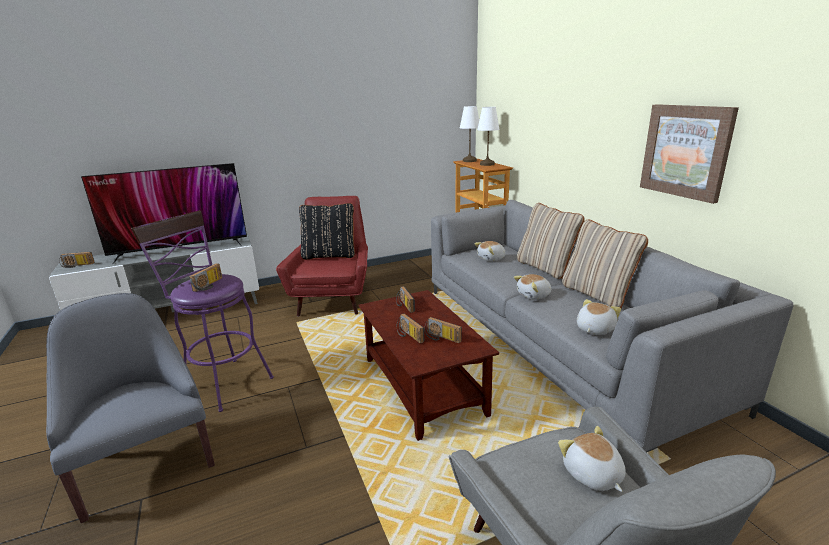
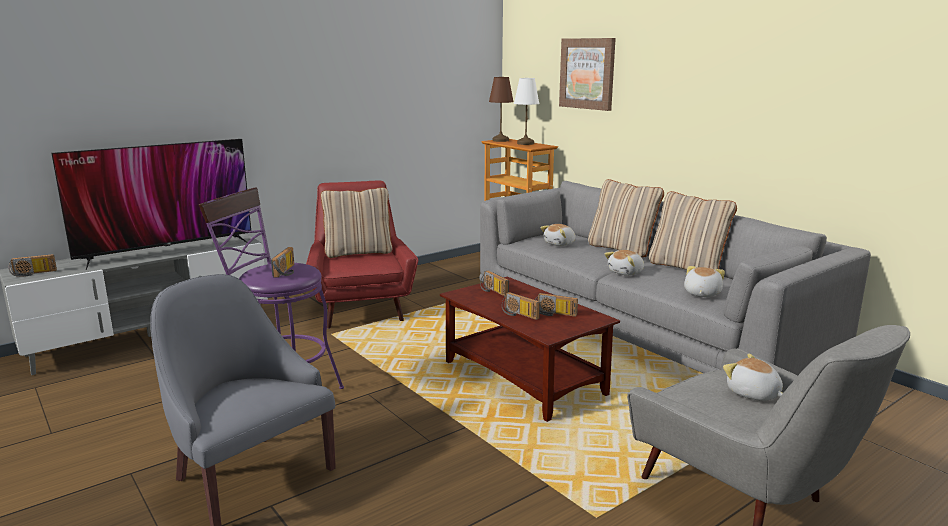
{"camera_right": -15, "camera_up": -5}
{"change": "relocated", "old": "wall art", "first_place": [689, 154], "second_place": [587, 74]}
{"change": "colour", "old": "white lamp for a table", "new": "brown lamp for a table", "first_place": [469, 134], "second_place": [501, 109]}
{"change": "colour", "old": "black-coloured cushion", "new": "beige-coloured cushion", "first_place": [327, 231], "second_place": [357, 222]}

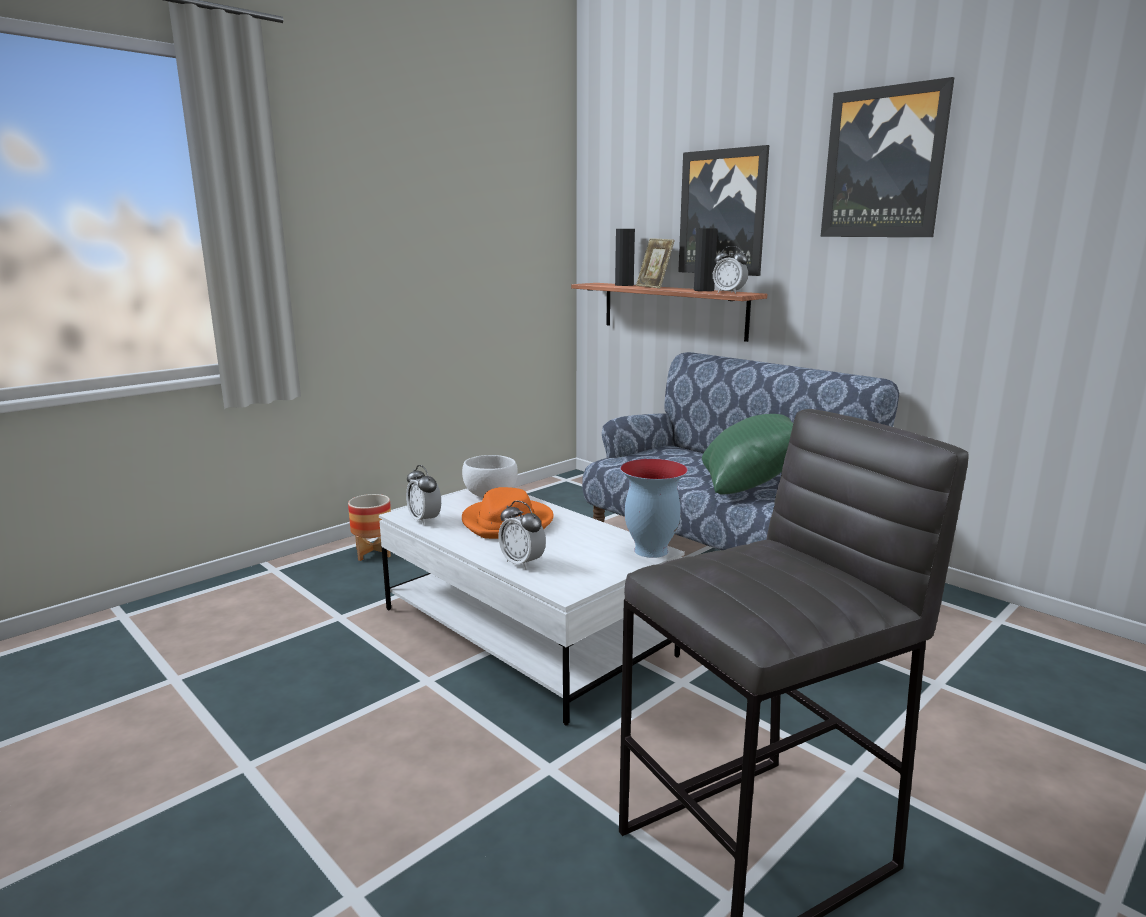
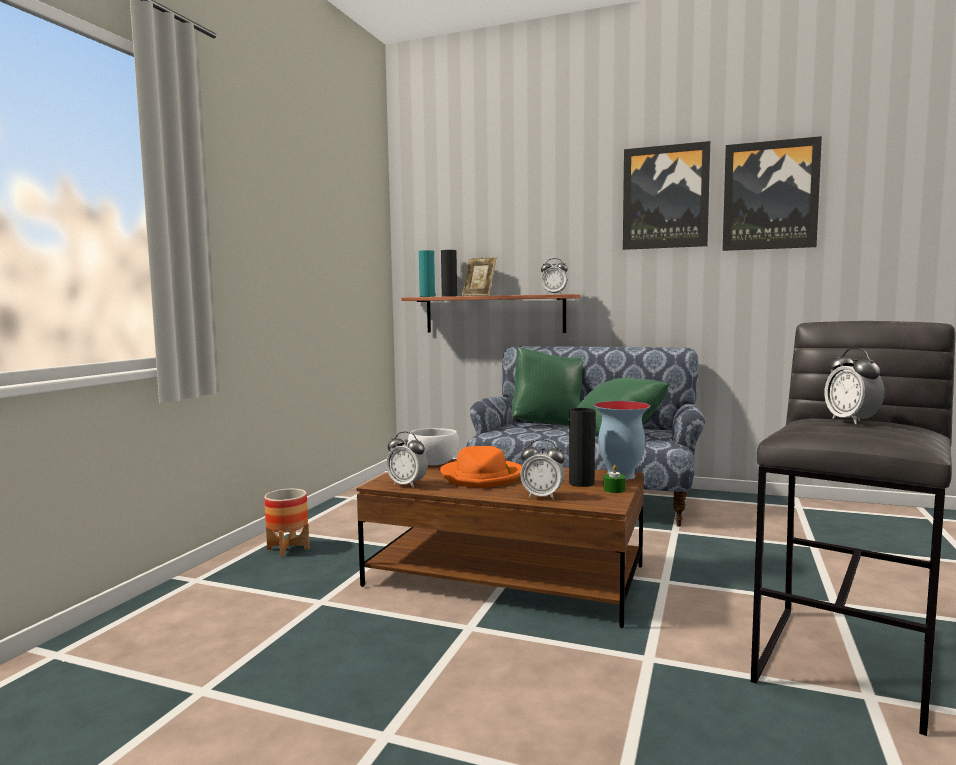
{"camera_right": -25, "camera_up": -10}
{"change": "relocated", "old": "wall art", "first_place": [723, 210], "second_place": [772, 193]}
{"change": "relocated", "old": "black-coloured vase", "first_place": [706, 259], "second_place": [582, 447]}
{"change": "colour", "old": "white coffee table", "new": "brown coffee table", "first_place": [532, 608], "second_place": [500, 543]}
{"change": "appeared", "new": "blue-green vase", "second_place": [427, 273]}
{"change": "appeared", "new": "green cushion", "second_place": [547, 385]}
{"change": "appeared", "new": "alarm clock", "second_place": [854, 386]}
{"change": "appeared", "new": "green wax candle", "second_place": [614, 479]}

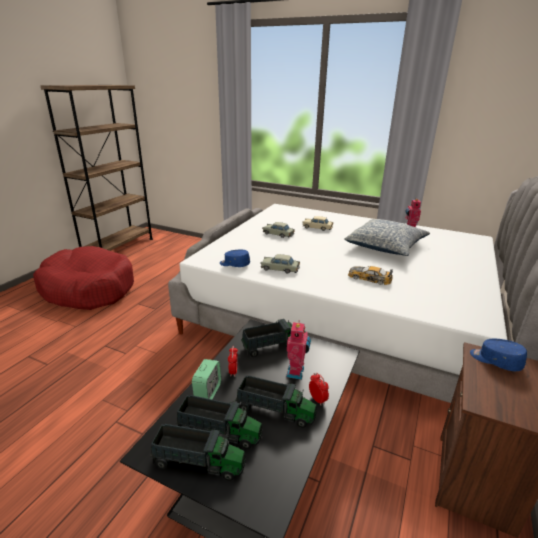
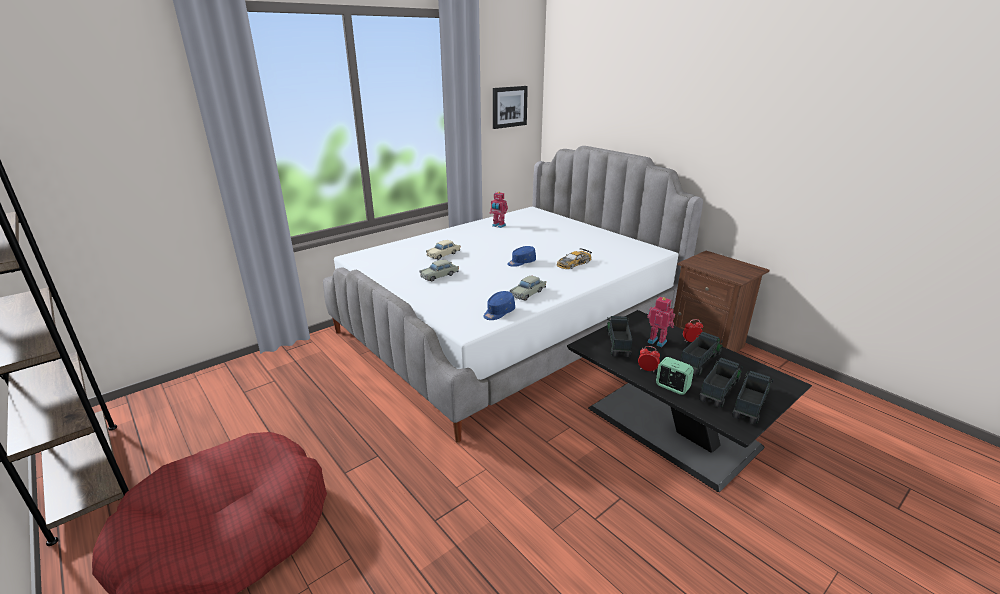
{"camera_right": -65, "camera_up": 0}
{"change": "missing", "old": "cushion", "first_place": [387, 237]}
{"change": "relocated", "old": "blue peaked cap", "first_place": [498, 355], "second_place": [521, 256]}
{"change": "appeared", "new": "wall art", "second_place": [510, 107]}

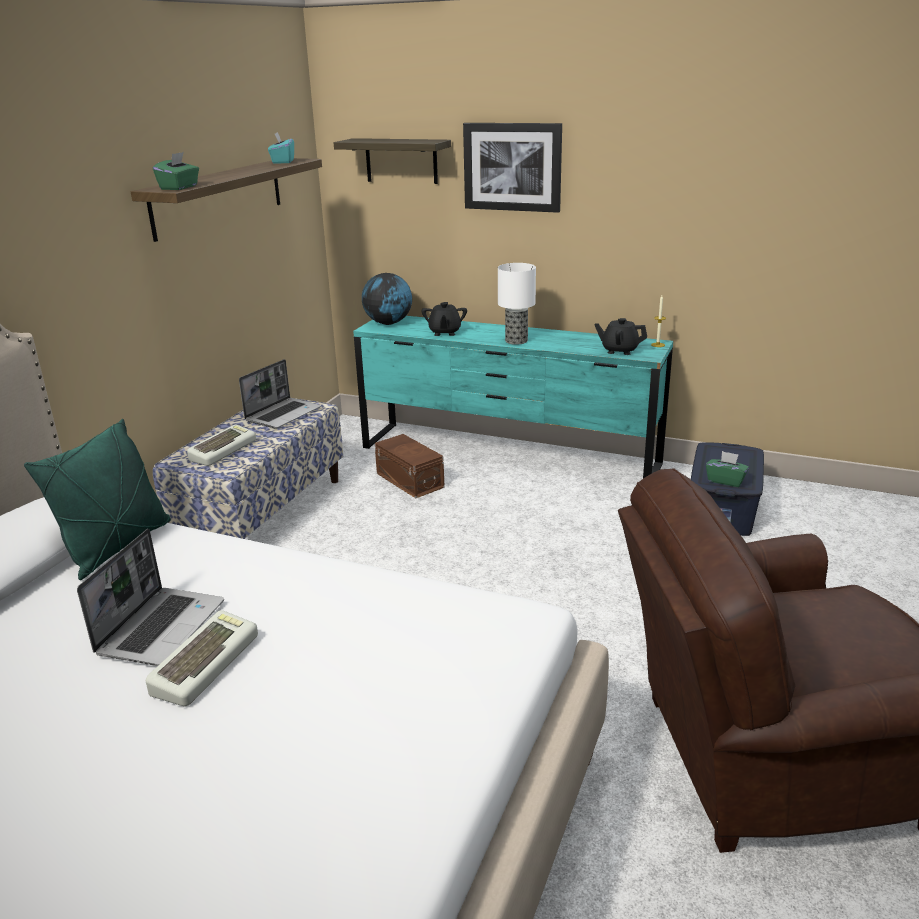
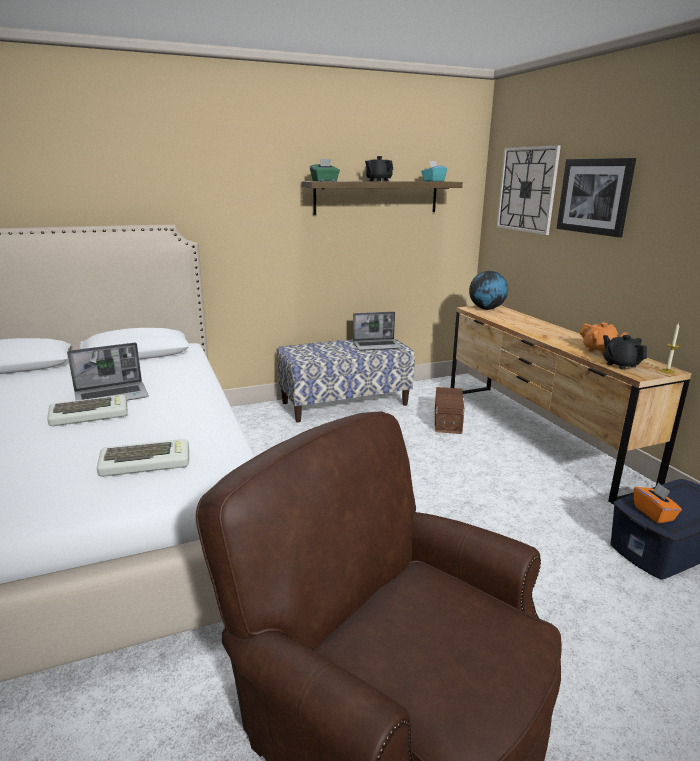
{"camera_right": 45, "camera_up": -5}
{"change": "exchanged", "old": "shelf", "new": "wall clock", "first_place": [392, 161], "second_place": [528, 190]}
{"change": "missing", "old": "lamp for a table", "first_place": [517, 304]}
{"change": "relocated", "old": "black-coloured tea pot", "first_place": [444, 319], "second_place": [379, 168]}
{"change": "colour", "old": "blue-green drawer chest", "new": "brown drawer chest", "first_place": [513, 397], "second_place": [571, 405]}
{"change": "missing", "old": "green cushion", "first_place": [97, 499]}
{"change": "relocated", "old": "PC keyboard", "first_place": [221, 445], "second_place": [143, 458]}
{"change": "colour", "old": "green tissue holder", "new": "orangey tissue holder", "first_place": [727, 469], "second_place": [658, 503]}
{"change": "appeared", "new": "orangey tea pot", "second_place": [603, 338]}

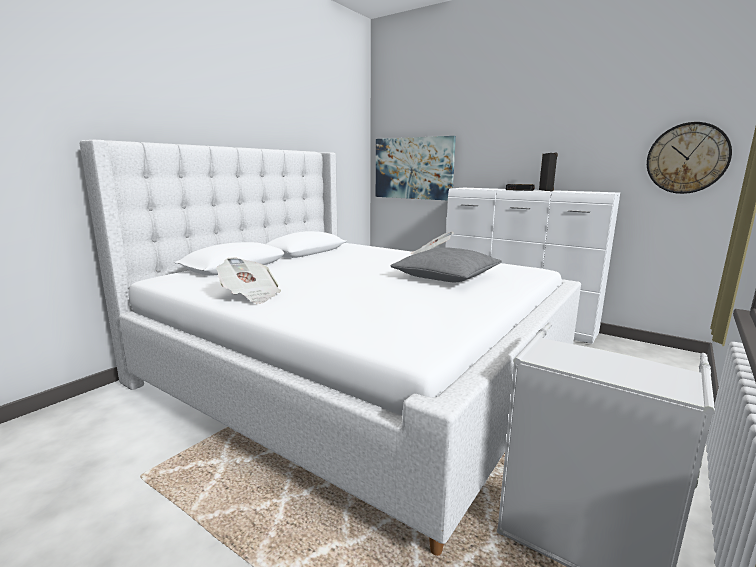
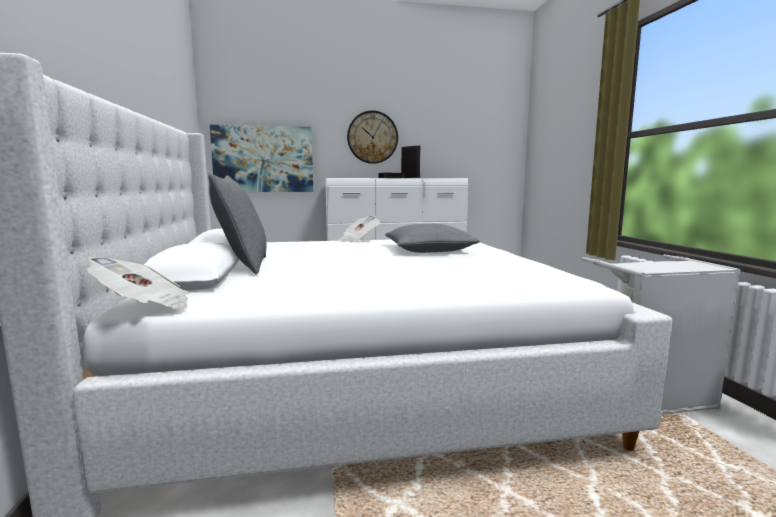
{"camera_right": -45, "camera_up": -5}
{"change": "relocated", "old": "wall clock", "first_place": [689, 158], "second_place": [372, 137]}
{"change": "relocated", "old": "daily paper", "first_place": [248, 280], "second_place": [138, 283]}
{"change": "appeared", "new": "gray cushion", "second_place": [237, 224]}

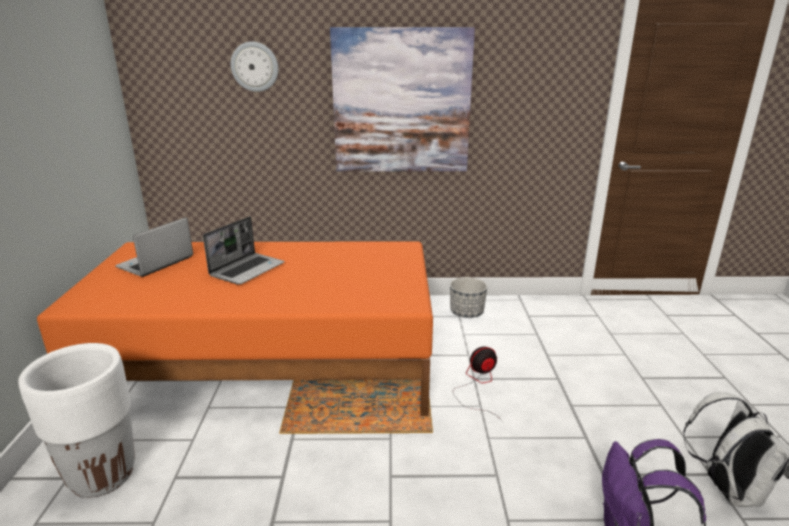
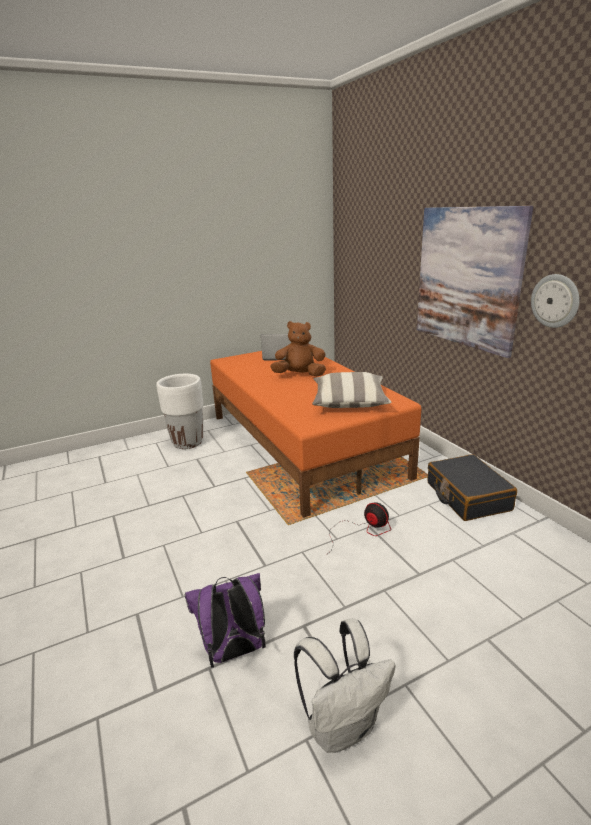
{"camera_right": 65, "camera_up": 0}
{"change": "relocated", "old": "wall clock", "first_place": [254, 67], "second_place": [555, 301]}
{"change": "exchanged", "old": "portable computer", "new": "brown cuddly toy", "first_place": [244, 251], "second_place": [298, 349]}
{"change": "exchanged", "old": "plant pot", "new": "black-coloured suitcase", "first_place": [469, 297], "second_place": [472, 487]}
{"change": "appeared", "new": "cushion", "second_place": [351, 390]}

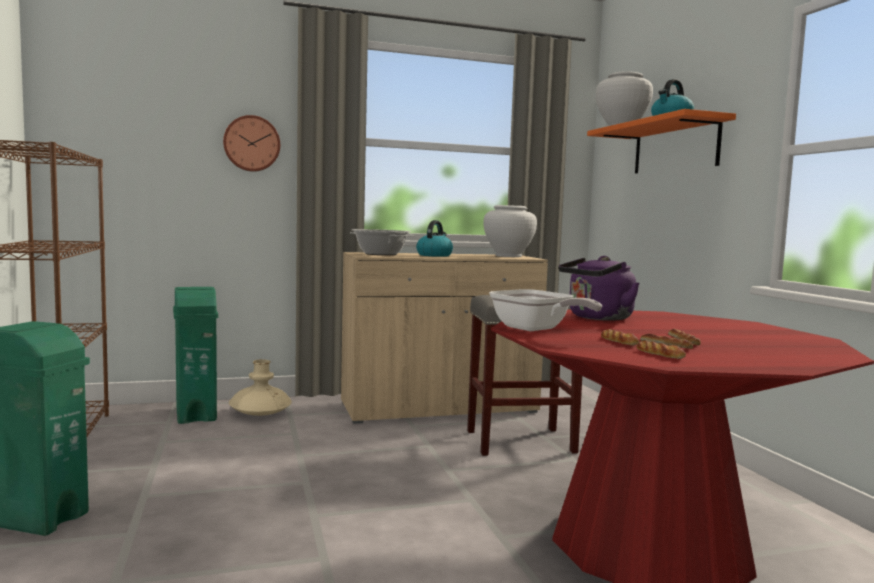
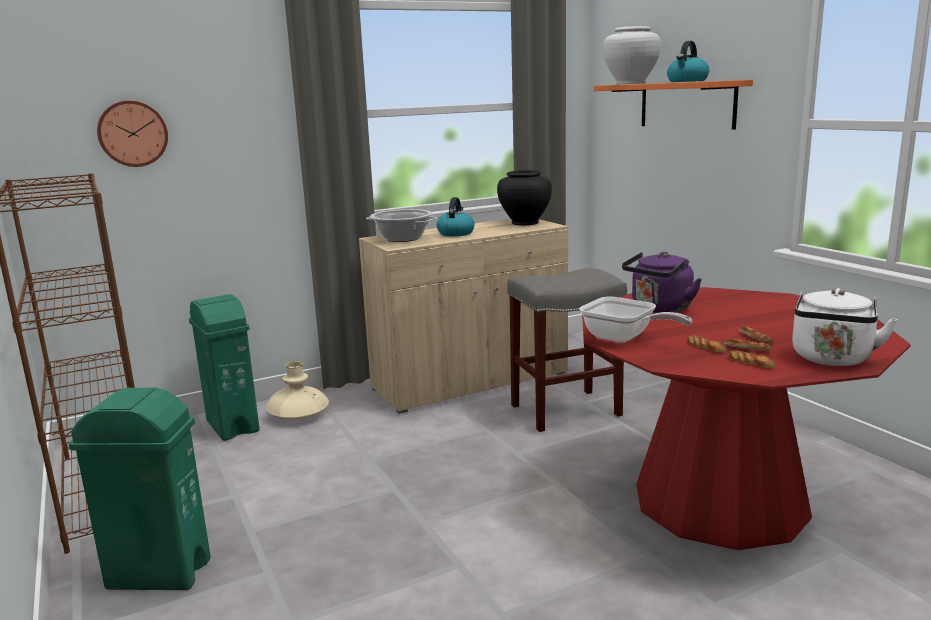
{"camera_right": -10, "camera_up": 10}
{"change": "relocated", "old": "wall clock", "first_place": [251, 143], "second_place": [132, 133]}
{"change": "colour", "old": "white vase", "new": "black-coloured vase", "first_place": [510, 231], "second_place": [524, 197]}
{"change": "appeared", "new": "white water kettle", "second_place": [845, 327]}

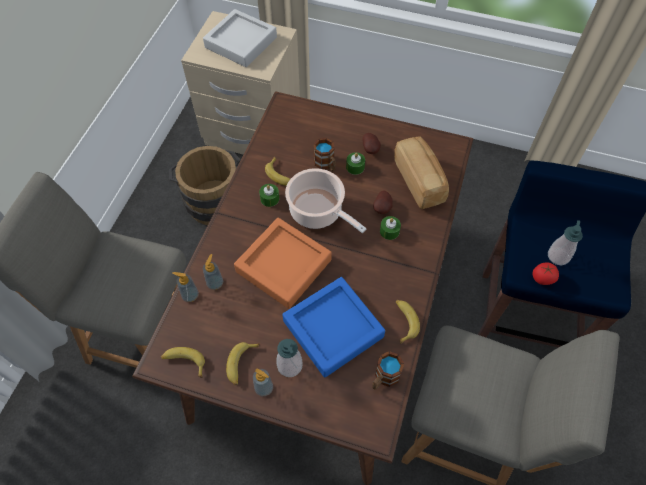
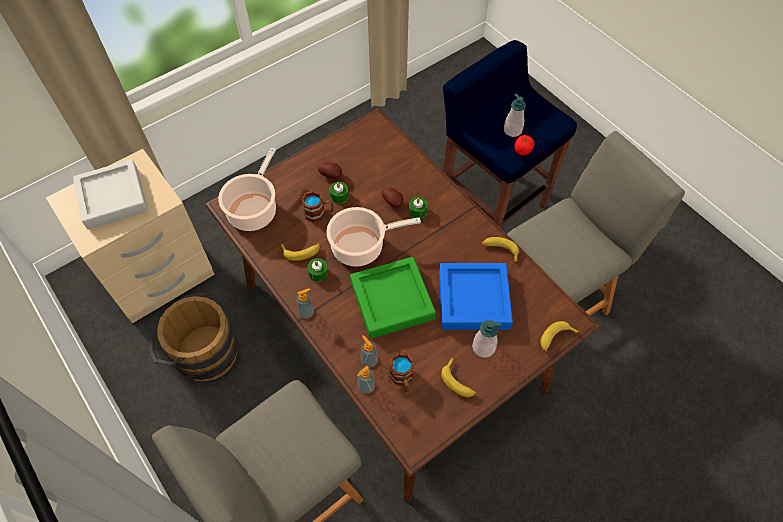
{"camera_right": -55, "camera_up": 0}
{"change": "missing", "old": "bread", "first_place": [421, 173]}
{"change": "colour", "old": "orangey serving tray", "new": "green serving tray", "first_place": [283, 263], "second_place": [393, 298]}
{"change": "relocated", "old": "whole banana", "first_place": [183, 362], "second_place": [560, 336]}
{"change": "relocated", "old": "coffee mug", "first_place": [388, 370], "second_place": [401, 372]}
{"change": "relocated", "old": "soap bottle", "first_place": [263, 382], "second_place": [305, 303]}
{"change": "appeared", "new": "saucepot", "second_place": [247, 189]}

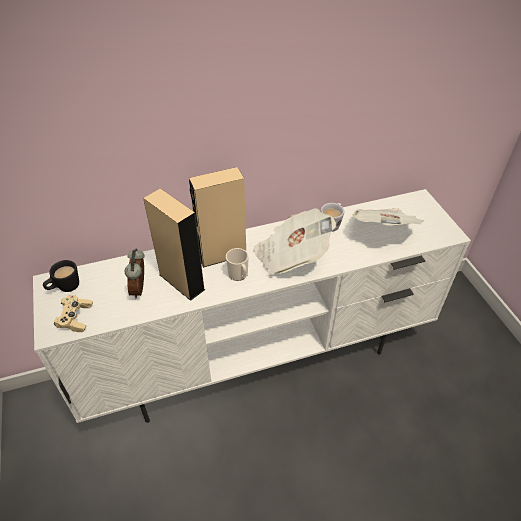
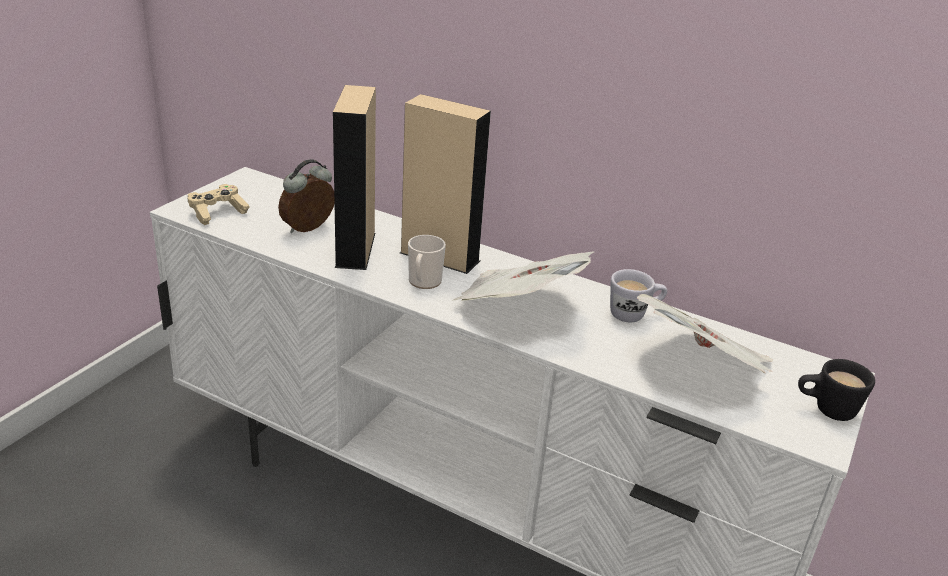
{"camera_right": 45, "camera_up": -15}
{"change": "relocated", "old": "black-coloured coffee mug", "first_place": [61, 276], "second_place": [836, 390]}

